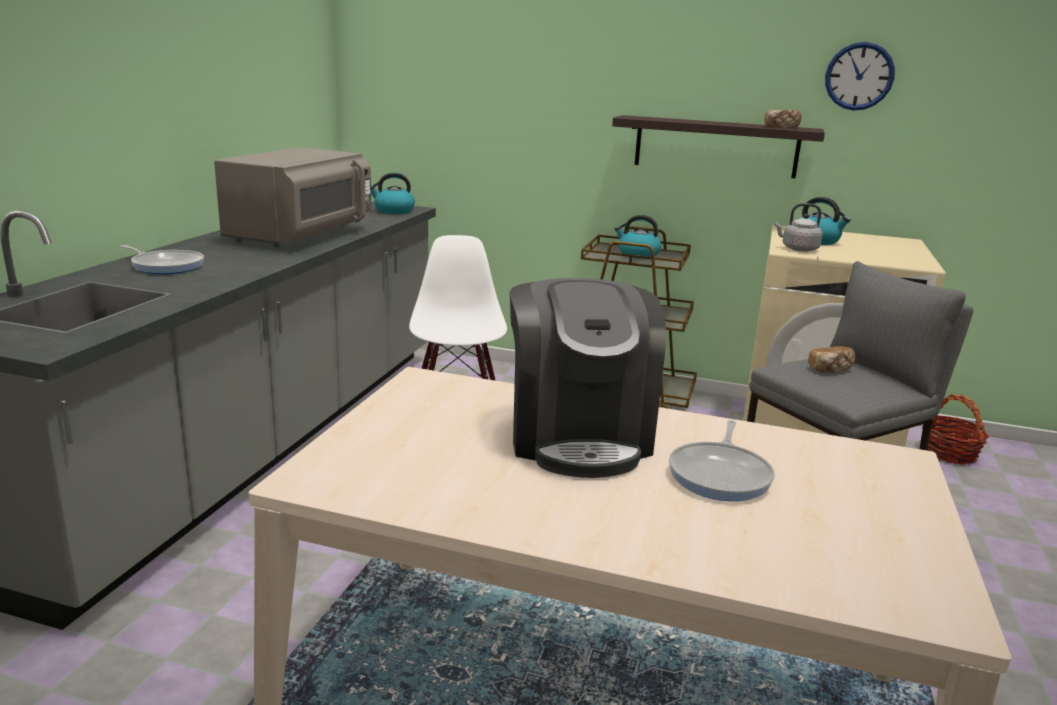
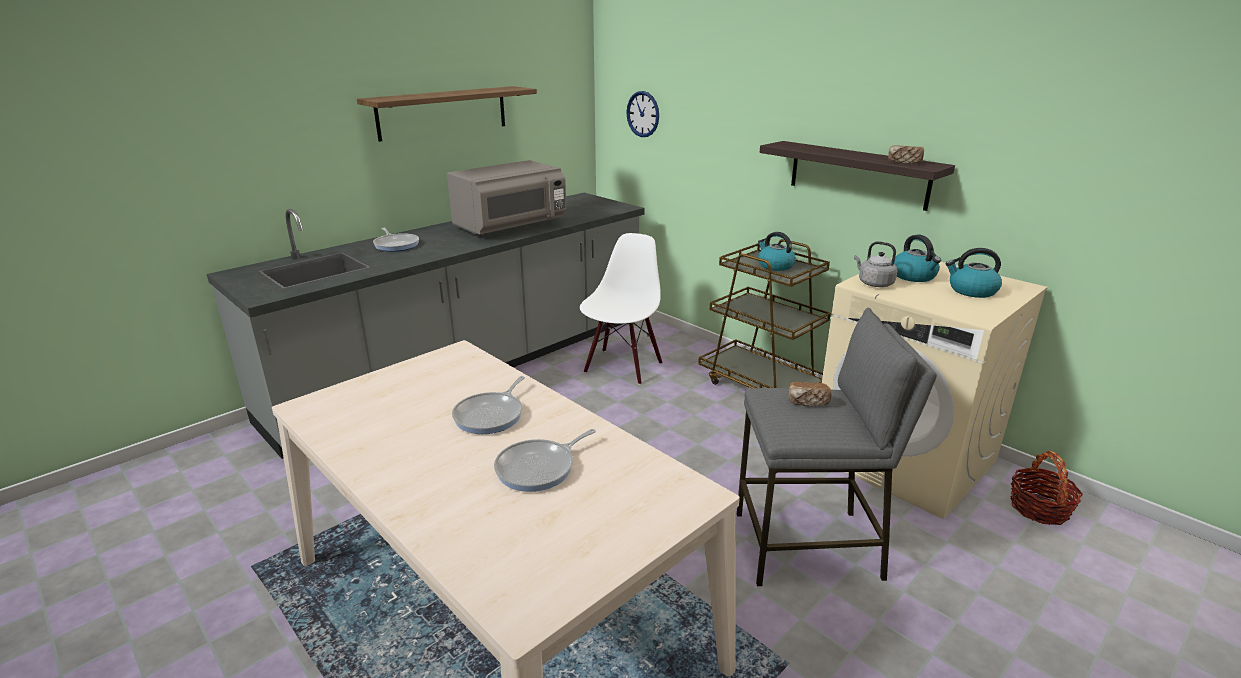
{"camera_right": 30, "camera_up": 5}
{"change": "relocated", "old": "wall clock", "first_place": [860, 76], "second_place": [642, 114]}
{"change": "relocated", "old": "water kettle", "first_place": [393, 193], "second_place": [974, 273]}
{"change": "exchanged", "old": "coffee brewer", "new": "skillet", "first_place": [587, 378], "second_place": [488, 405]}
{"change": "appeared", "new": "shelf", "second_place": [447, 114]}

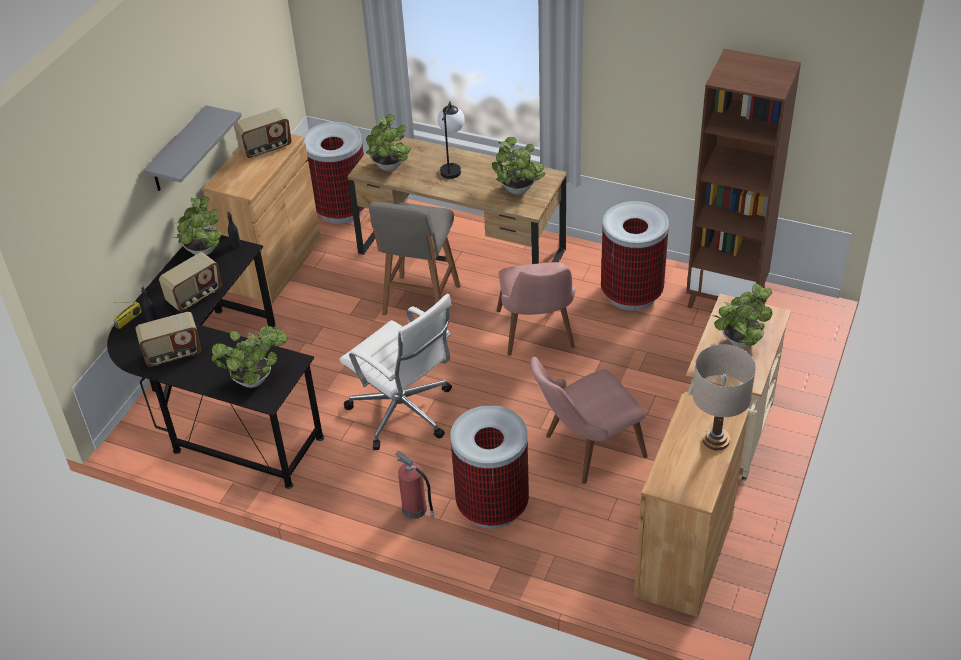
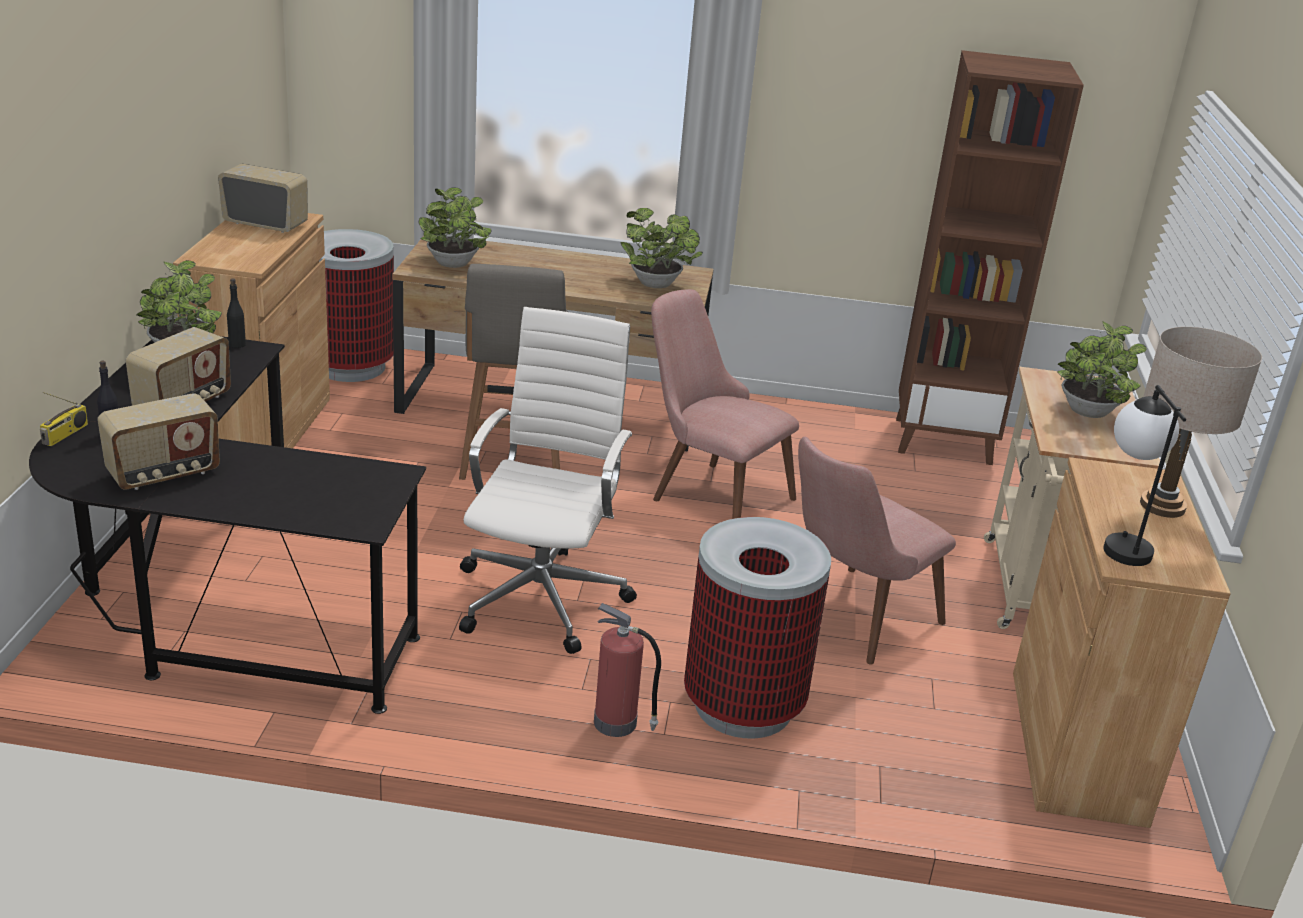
{"camera_right": -20, "camera_up": -15}
{"change": "relocated", "old": "lamp for a table", "first_place": [451, 140], "second_place": [1144, 475]}
{"change": "missing", "old": "gray shelf", "first_place": [192, 148]}
{"change": "spun", "old": "radio set", "first_place": [263, 133], "second_place": [263, 198], "degrees": -120}
{"change": "missing", "old": "rubbish bin", "first_place": [635, 256]}
{"change": "spun", "old": "pink plain chair", "first_place": [536, 309], "second_place": [725, 404], "degrees": 150}
{"change": "spun", "old": "white desk chair", "first_place": [395, 372], "second_place": [548, 480], "degrees": -105}
{"change": "missing", "old": "potted plant", "first_place": [249, 357]}

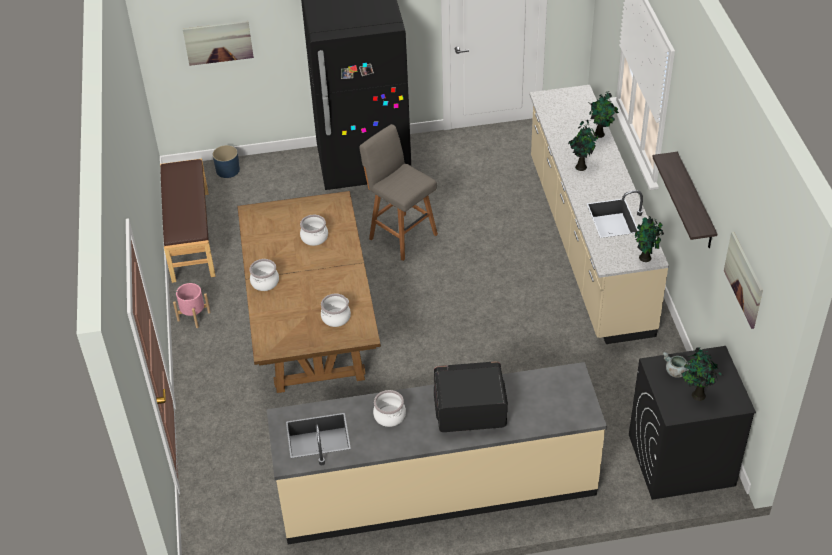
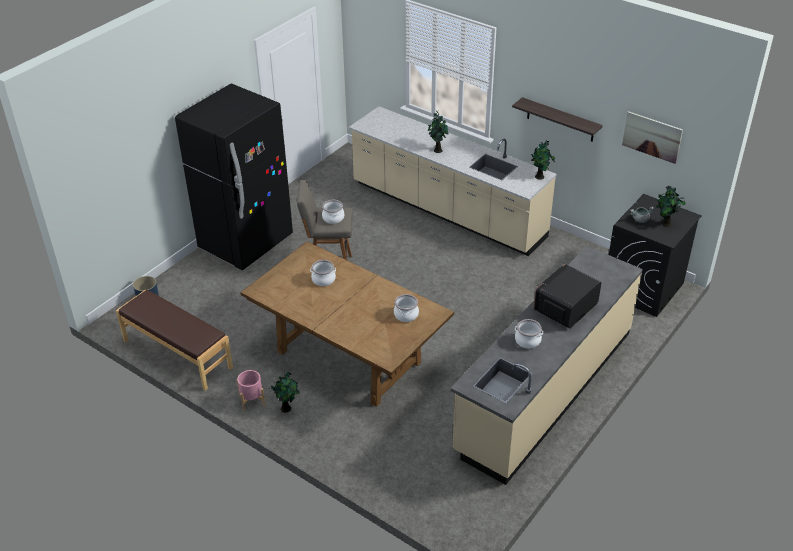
{"camera_right": -45, "camera_up": -5}
{"change": "missing", "old": "wall art", "first_place": [218, 43]}
{"change": "relocated", "old": "potted plant", "first_place": [603, 114], "second_place": [284, 392]}
{"change": "relocated", "old": "saucepot", "first_place": [264, 275], "second_place": [333, 212]}

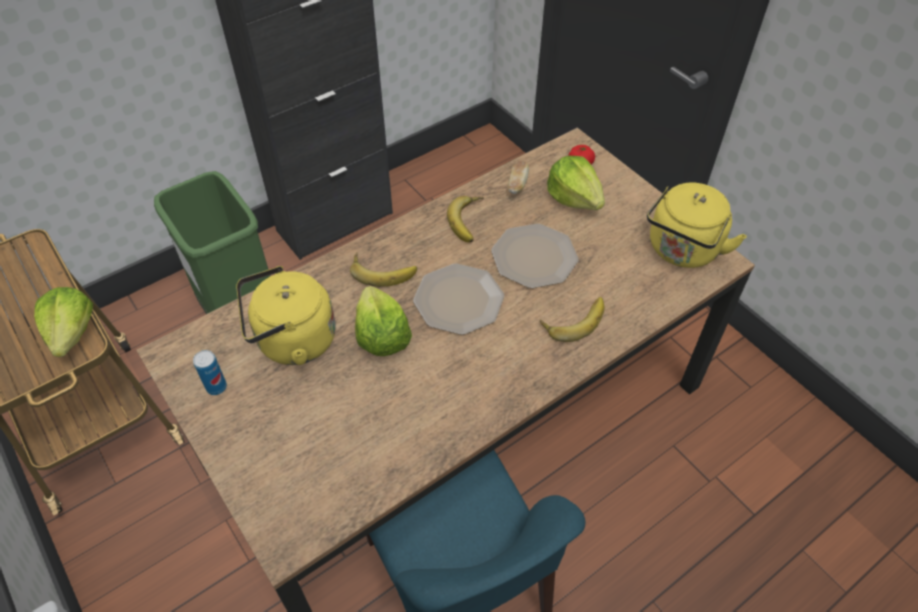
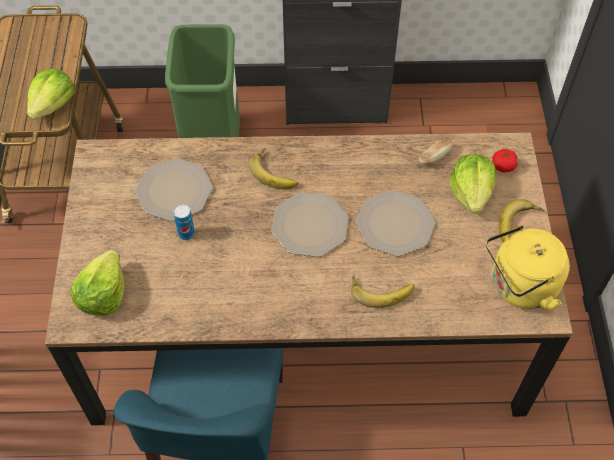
{"camera_right": 35, "camera_up": 5}
{"change": "relocated", "old": "whole banana", "first_place": [465, 219], "second_place": [522, 220]}
{"change": "exchanged", "old": "yellowish water kettle", "new": "flat dish", "first_place": [286, 315], "second_place": [174, 189]}
{"change": "relocated", "old": "lettuce head", "first_place": [383, 321], "second_place": [97, 283]}
{"change": "relocated", "old": "metal can", "first_place": [210, 372], "second_place": [184, 222]}

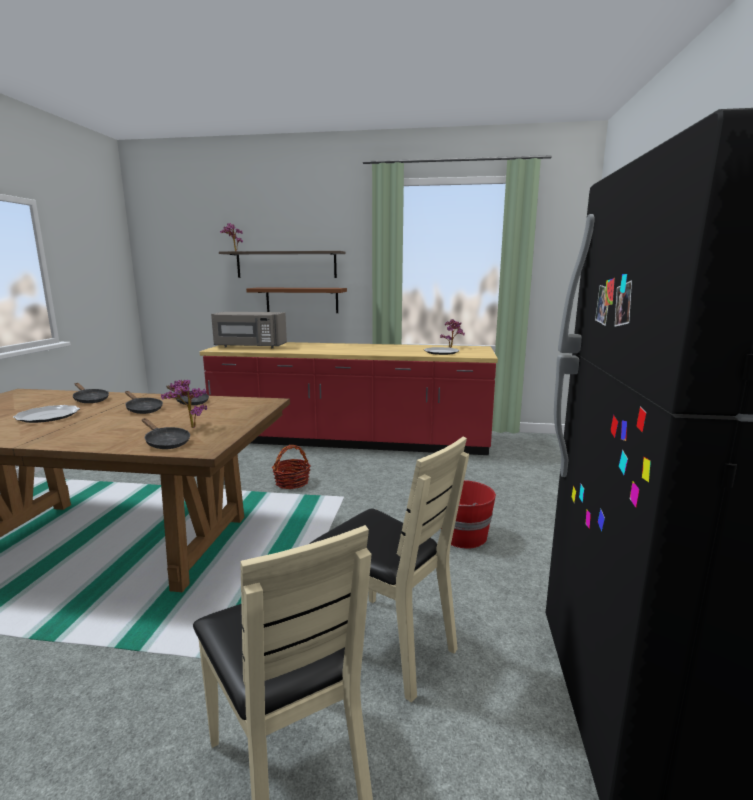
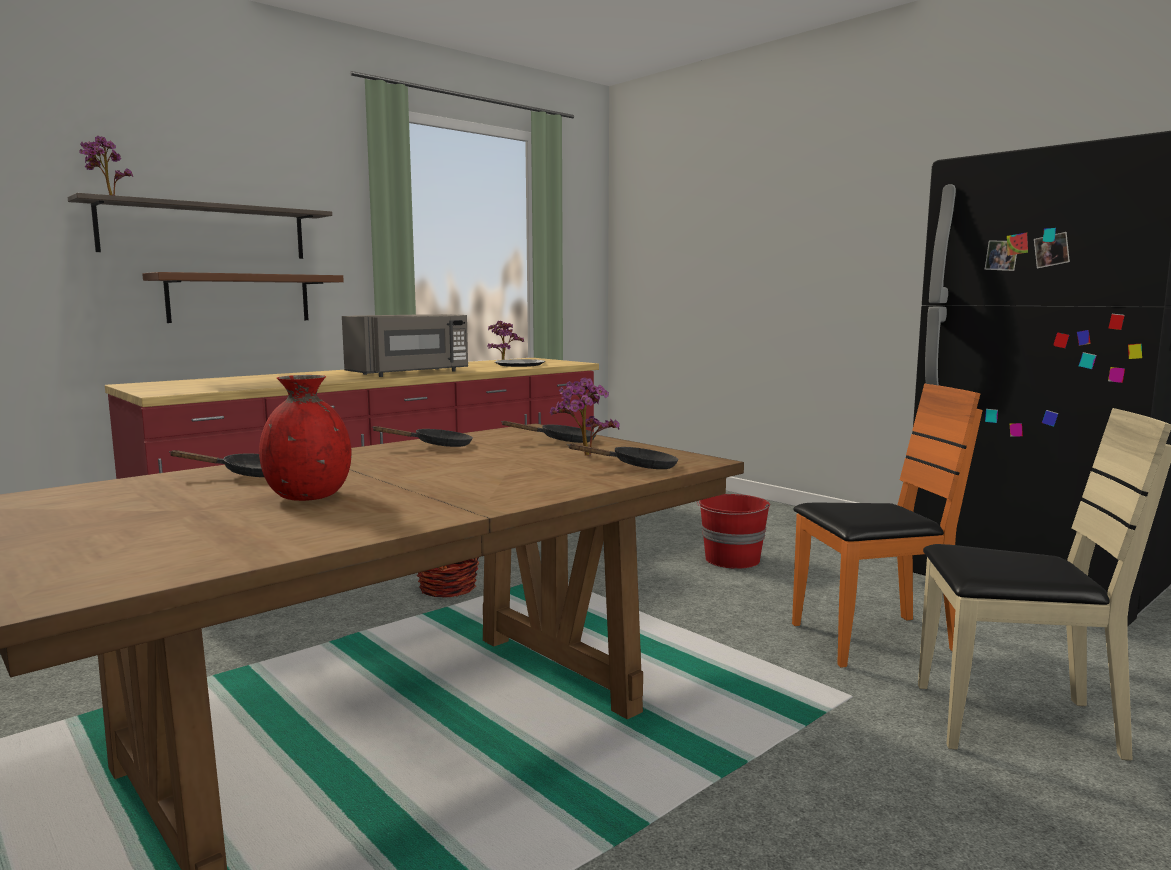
{"camera_right": -50, "camera_up": -5}
{"change": "relocated", "old": "gray kitchen microwave", "first_place": [249, 330], "second_place": [405, 345]}
{"change": "relocated", "old": "black-coloured skillet", "first_place": [144, 402], "second_place": [548, 432]}
{"change": "exchanged", "old": "flat dish", "new": "red-coloured vase", "first_place": [46, 414], "second_place": [305, 438]}
{"change": "colour", "old": "beige-coloured plain chair", "new": "orangey plain chair", "first_place": [389, 569], "second_place": [887, 526]}

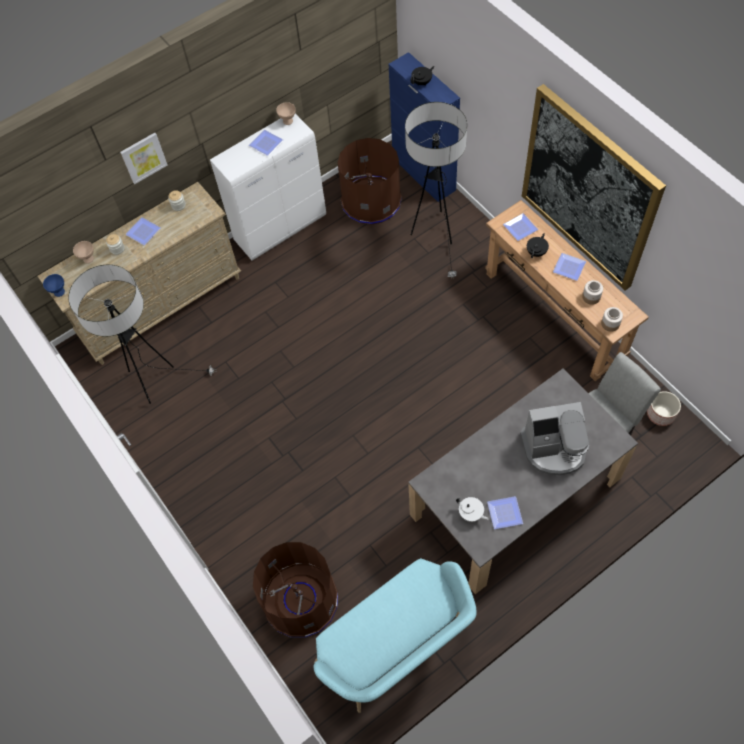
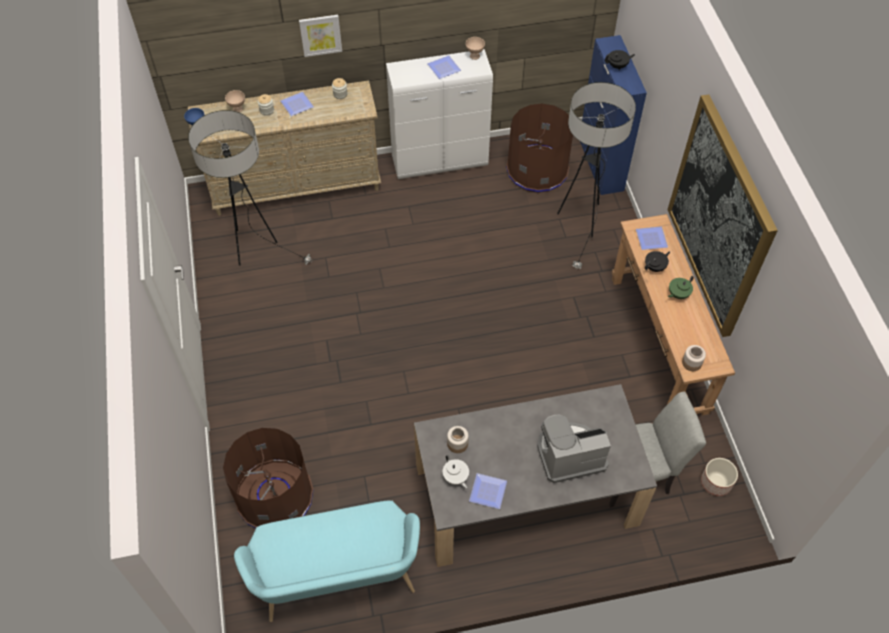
{"camera_right": 20, "camera_up": -5}
{"change": "exchanged", "old": "flat dish", "new": "green tea pot", "first_place": [569, 267], "second_place": [681, 287]}
{"change": "relocated", "old": "jar", "first_place": [592, 292], "second_place": [458, 439]}
{"change": "spun", "old": "coffee brewer", "first_place": [554, 438], "second_place": [574, 449], "degrees": 150}

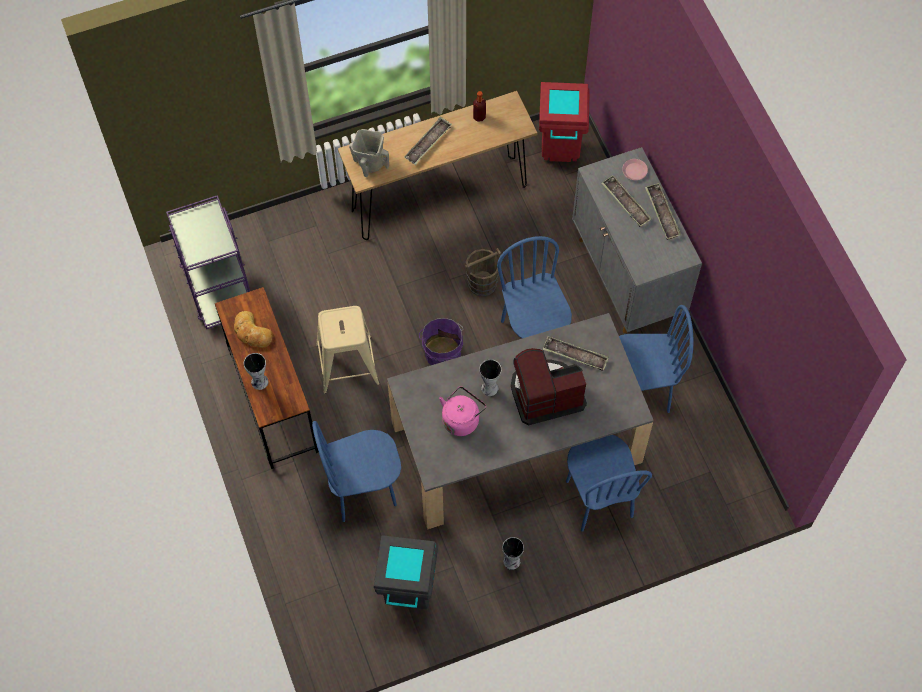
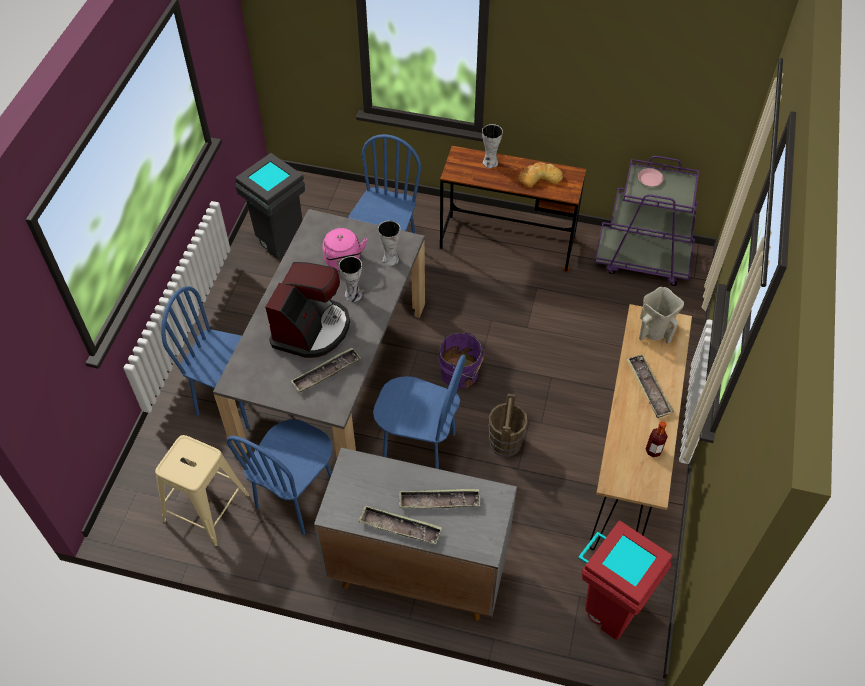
{"camera_right": 125, "camera_up": -10}
{"change": "relocated", "old": "pink flat dish", "first_place": [635, 169], "second_place": [651, 177]}
{"change": "relocated", "old": "beige-coloured sitting stool", "first_place": [347, 350], "second_place": [202, 491]}
{"change": "relocated", "old": "vase", "first_place": [513, 553], "second_place": [389, 243]}

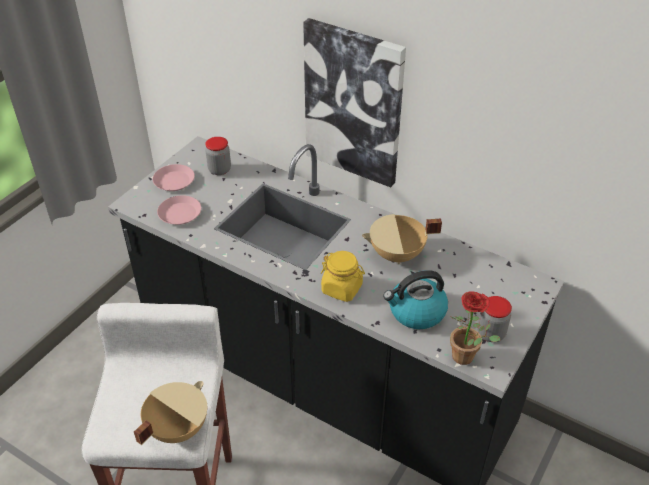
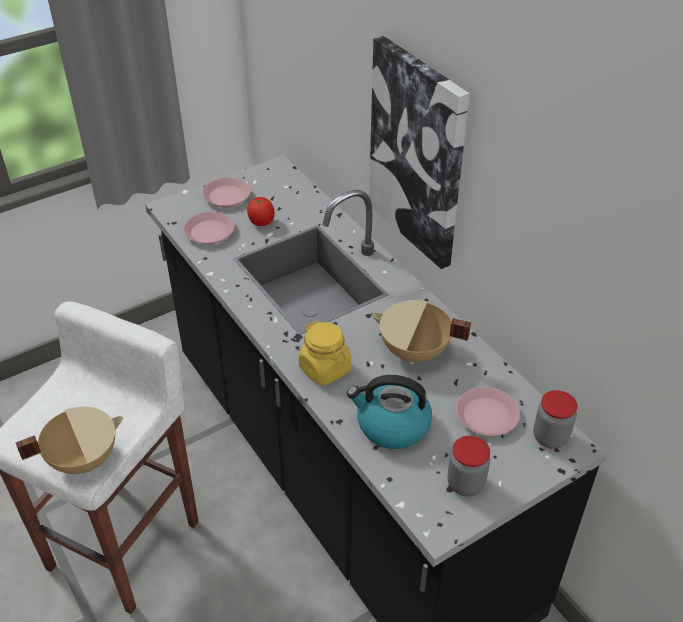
{"camera_right": 25, "camera_up": 0}
{"change": "relocated", "old": "jar", "first_place": [218, 156], "second_place": [555, 419]}
{"change": "missing", "old": "potted plant", "first_place": [475, 328]}
{"change": "appeared", "new": "fresh tomato", "second_place": [261, 211]}
{"change": "appeared", "new": "pink flat dish", "second_place": [488, 411]}

